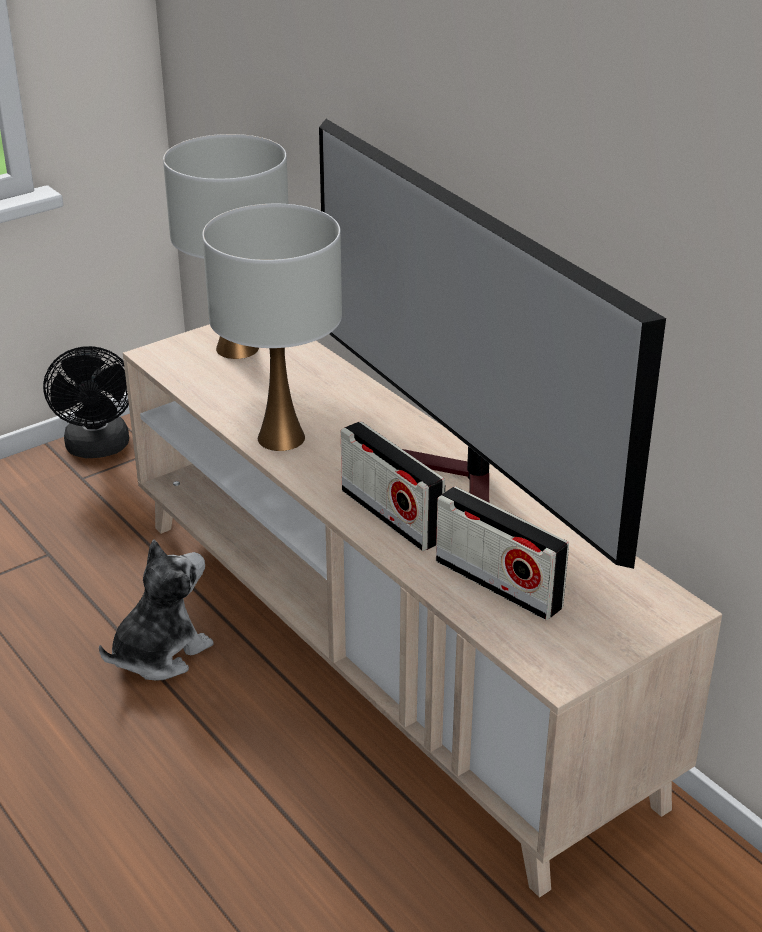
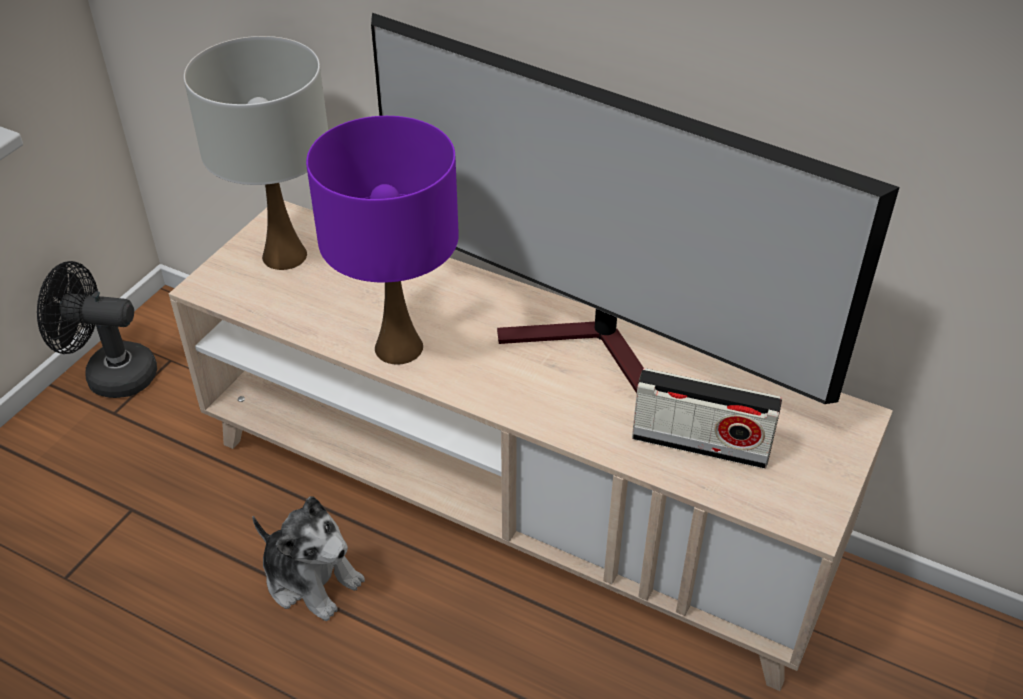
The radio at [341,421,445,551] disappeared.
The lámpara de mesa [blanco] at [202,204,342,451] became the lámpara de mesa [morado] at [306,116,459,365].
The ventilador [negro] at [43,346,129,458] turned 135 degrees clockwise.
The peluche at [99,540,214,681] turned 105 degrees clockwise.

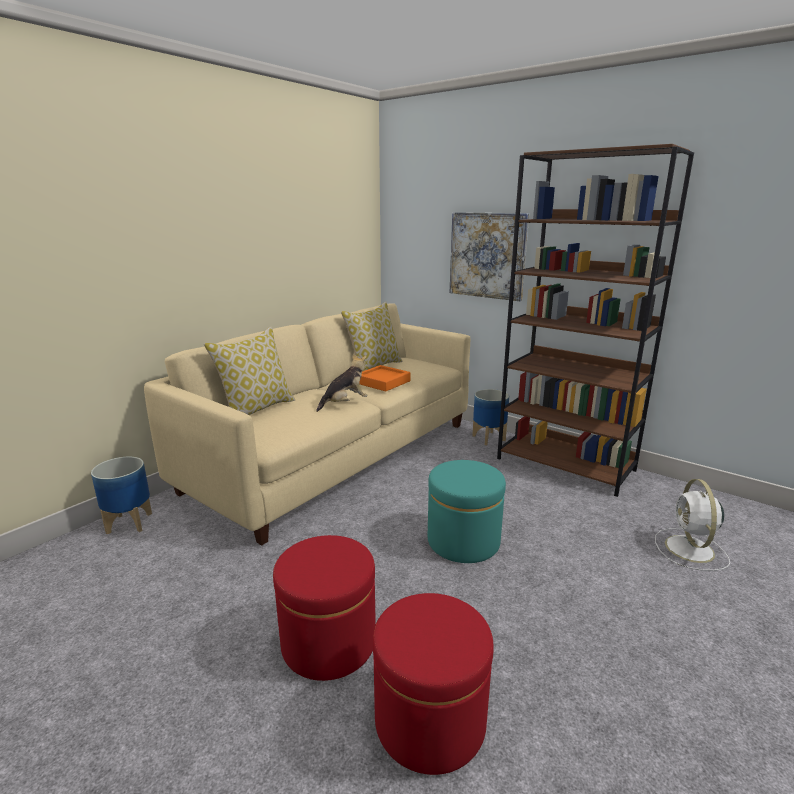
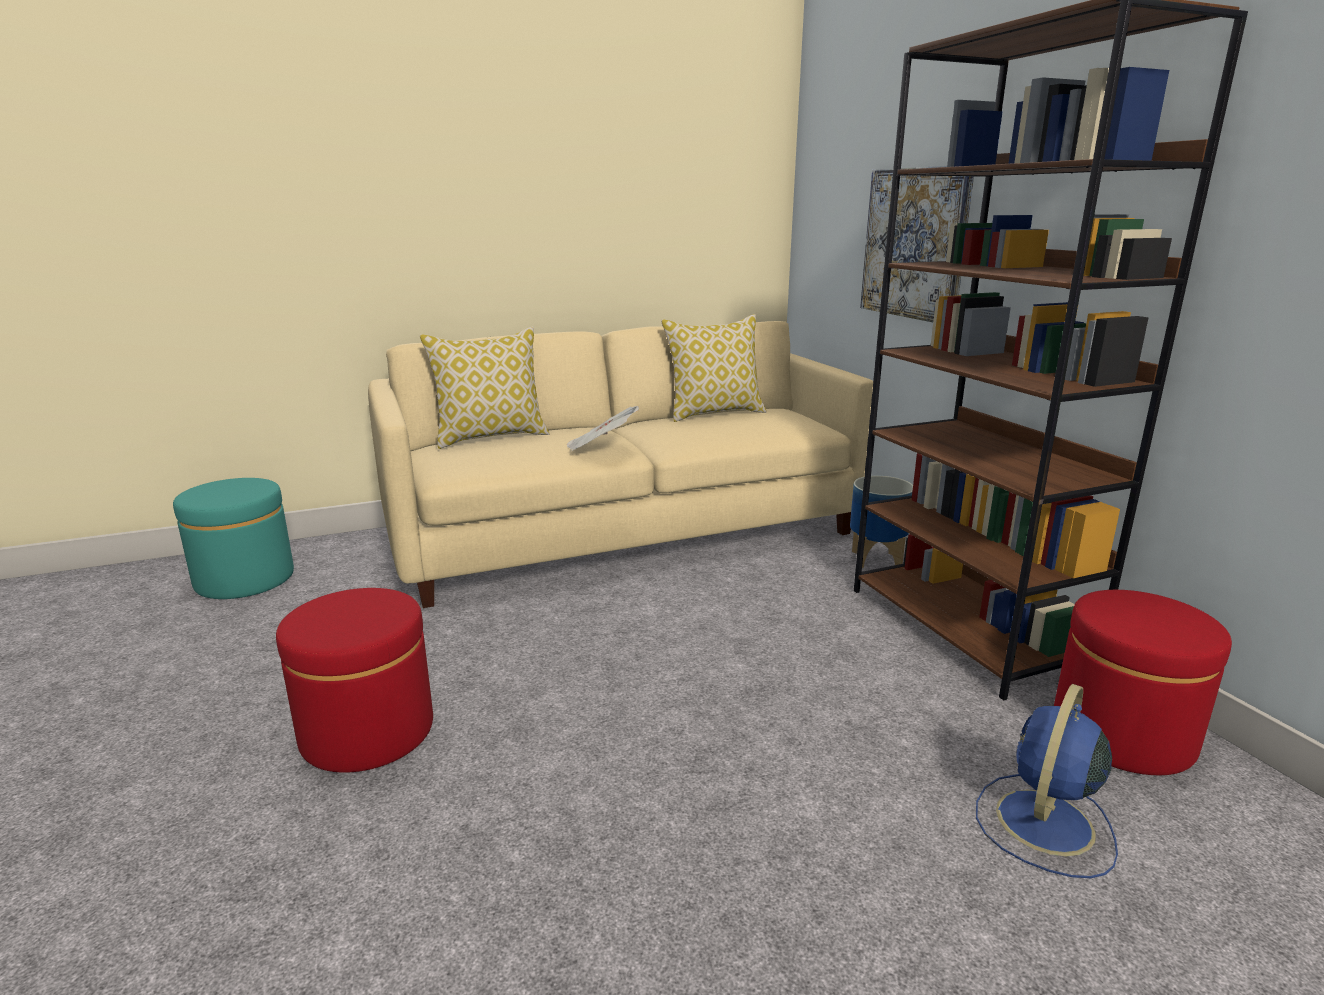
The maceta at [91,457,152,535] disappeared.
The bandeja [naranja] at [359,365,411,391] disappeared.
The puf [rojo] moved from [373,593,494,775] to [1054,590,1232,775].
The puf [turquesa] moved from [428,460,506,563] to [173,478,294,599].
The peluche at [316,354,368,412] was replaced by the periódico at [567,406,639,451].
The ventilador [blanco] at [655,479,730,571] became the ventilador [azul] at [976,684,1118,878].

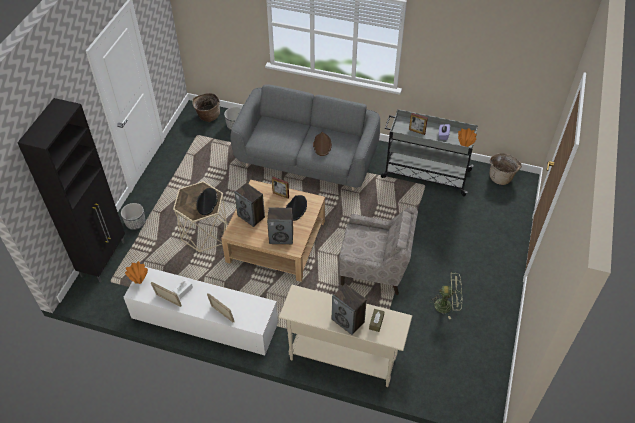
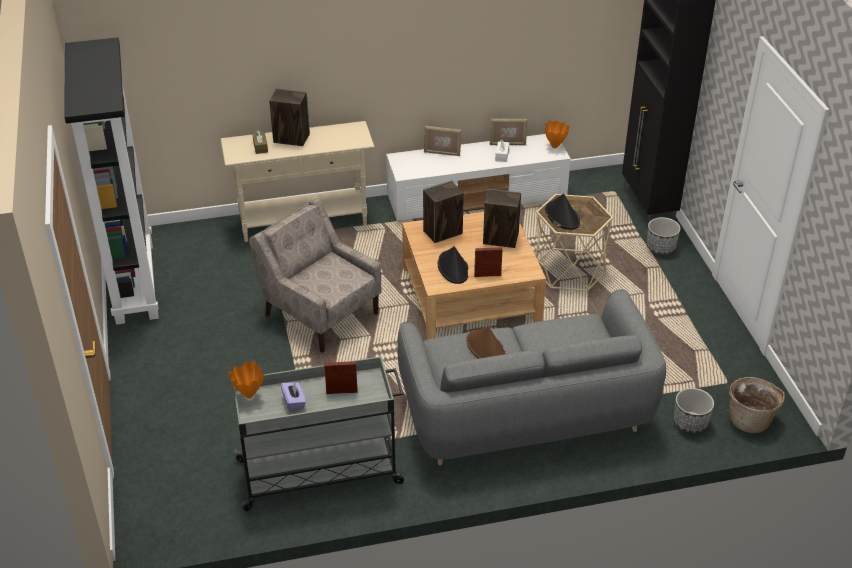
The ventilador [verde] at [429,272,462,319] disappeared.
The cesta at [489,153,522,185] disappeared.
The estantería [negro] at [64,37,159,325] appeared.
The sillón [beis] at [338,207,418,295] turned 60 degrees clockwise.

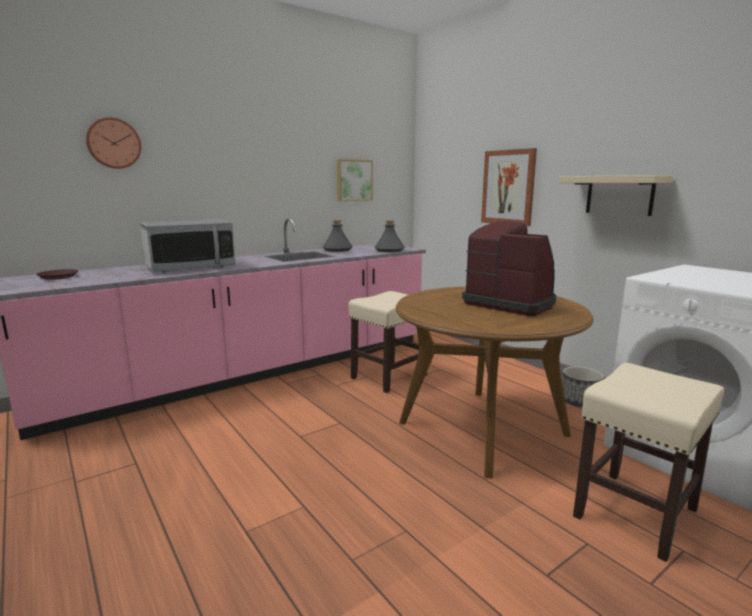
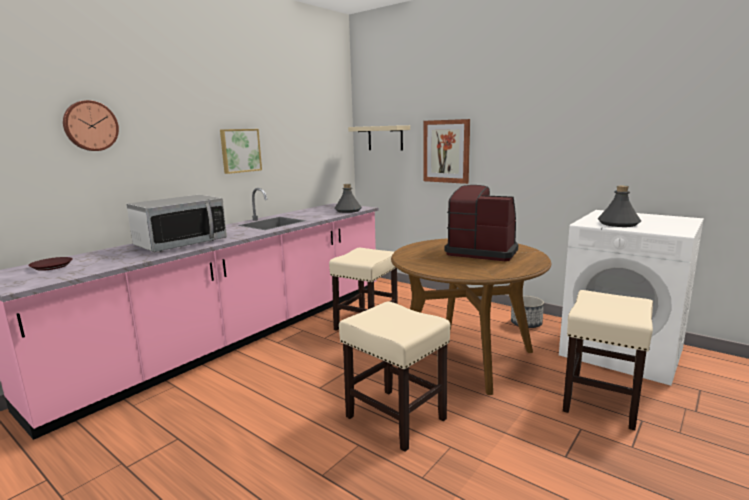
The taburete [beis] at [339,301,450,452] appeared.
The botella [gris] moved from [323,220,353,252] to [597,185,641,227].
The cuadro moved from [337,159,373,201] to [220,129,262,174].
The estante [beis] moved from [559,175,673,216] to [348,125,410,151].

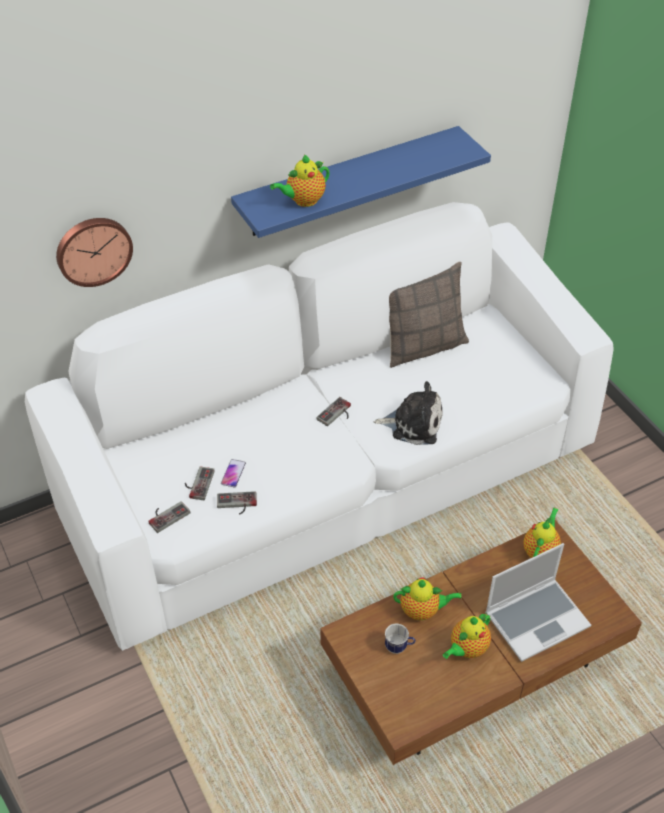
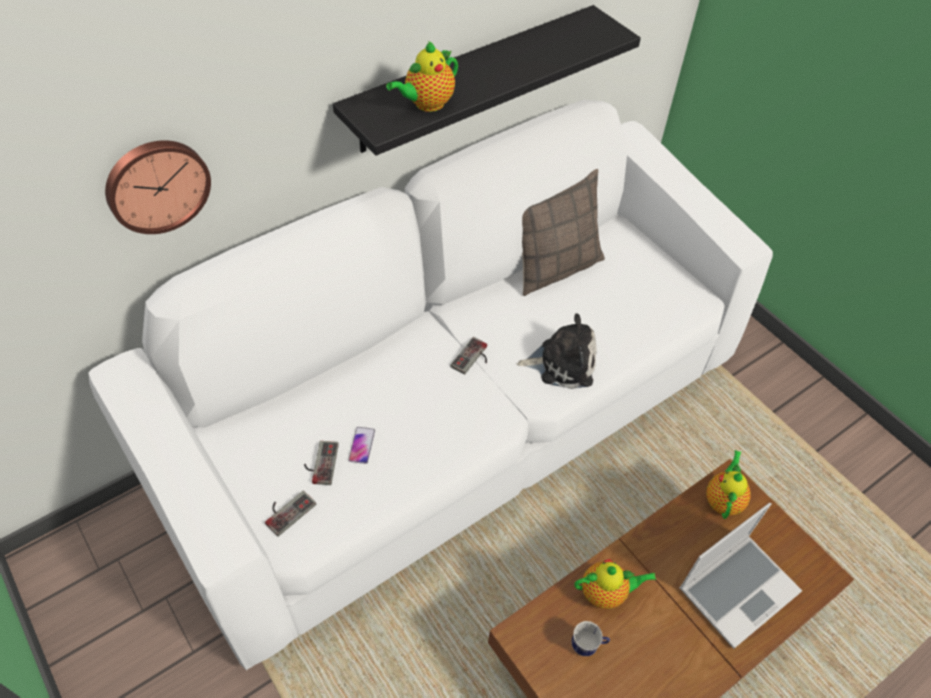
The mando de consola at [217,491,257,515] disappeared.
The tetera at [443,613,491,659] disappeared.
The estante [azul] at [231,126,491,238] became the estante [negro] at [333,5,641,156].

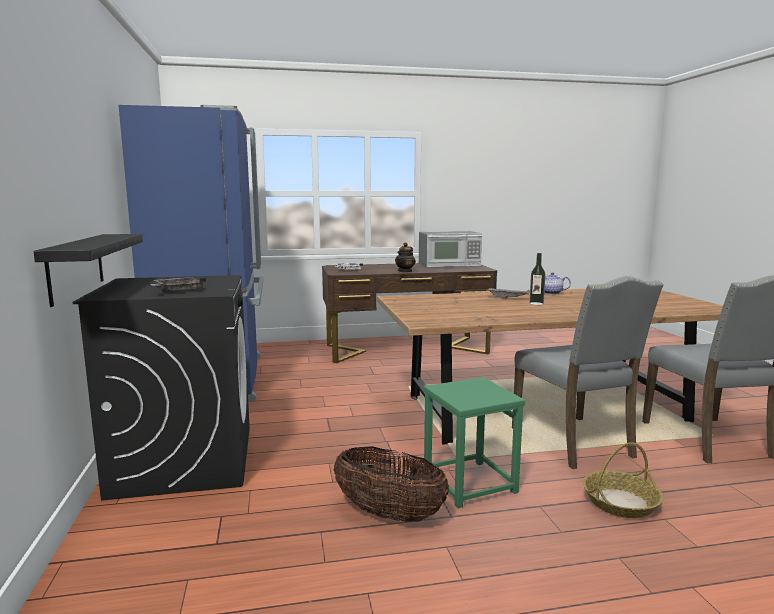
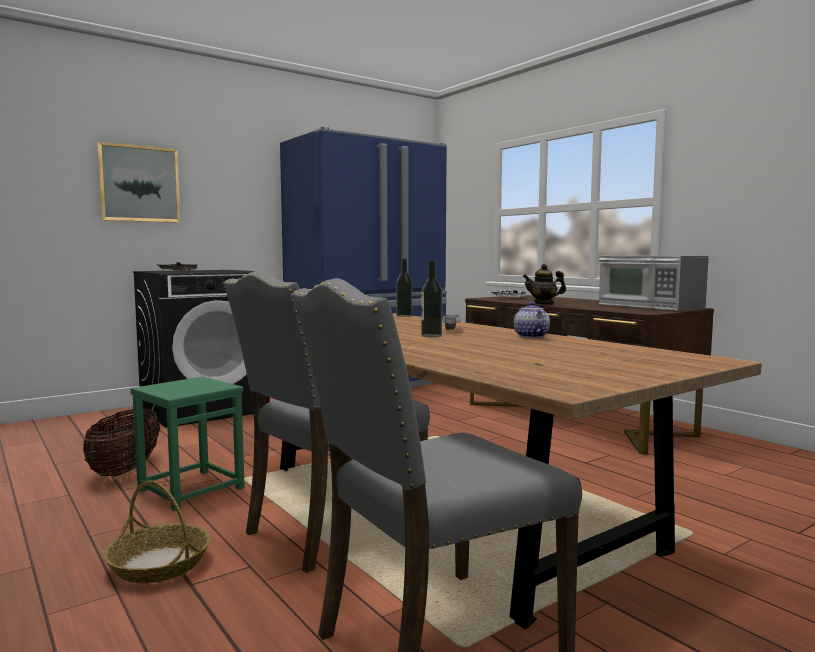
The estante [negro] at [34,234,143,307] disappeared.
The cuadro at [97,142,181,223] appeared.
The botella at [397,259,412,317] appeared.

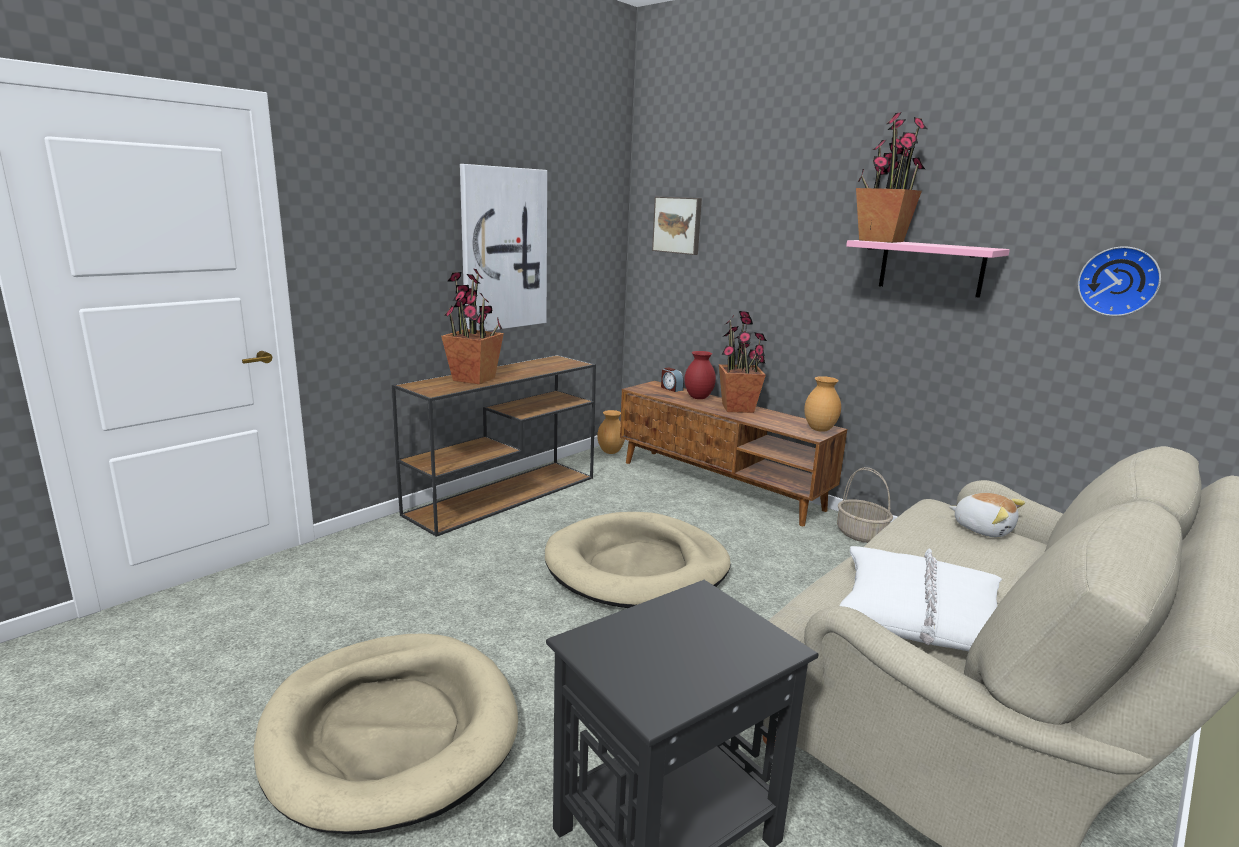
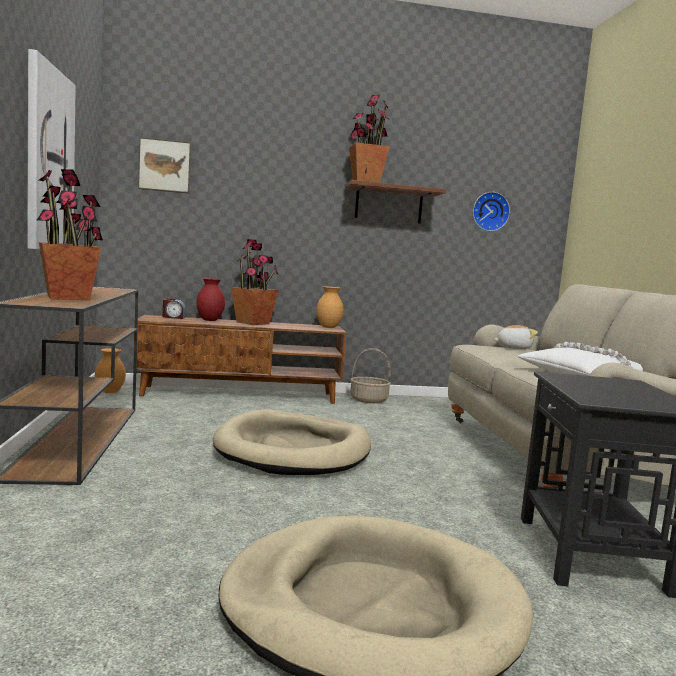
The estante [rosa] at [846,240,1010,298] became the estante [marrón] at [345,180,446,223].

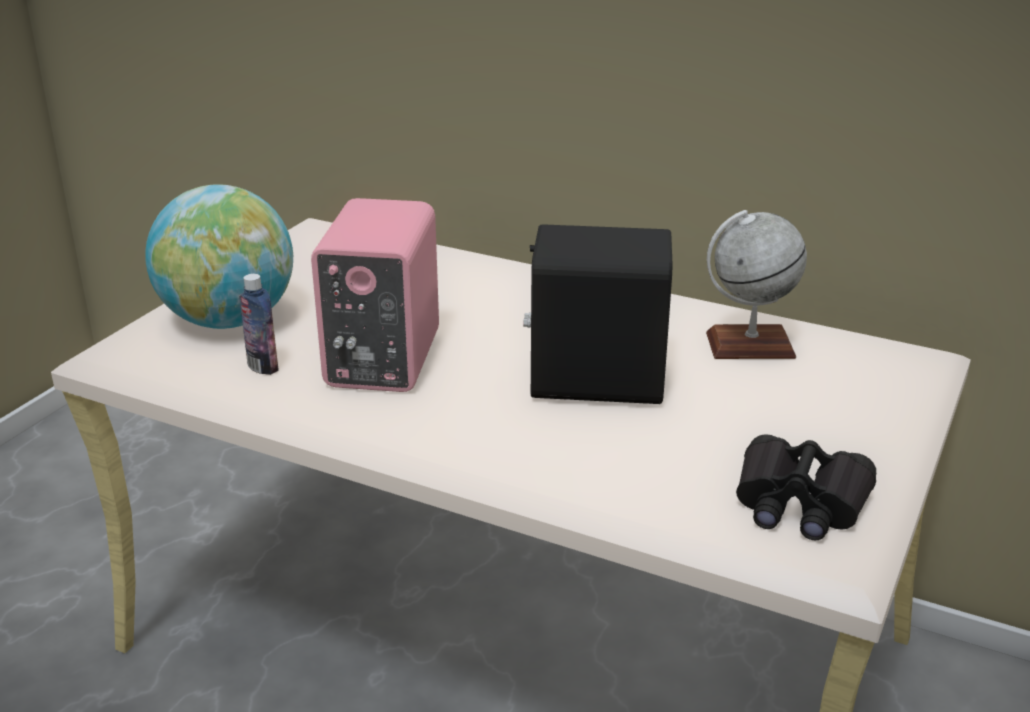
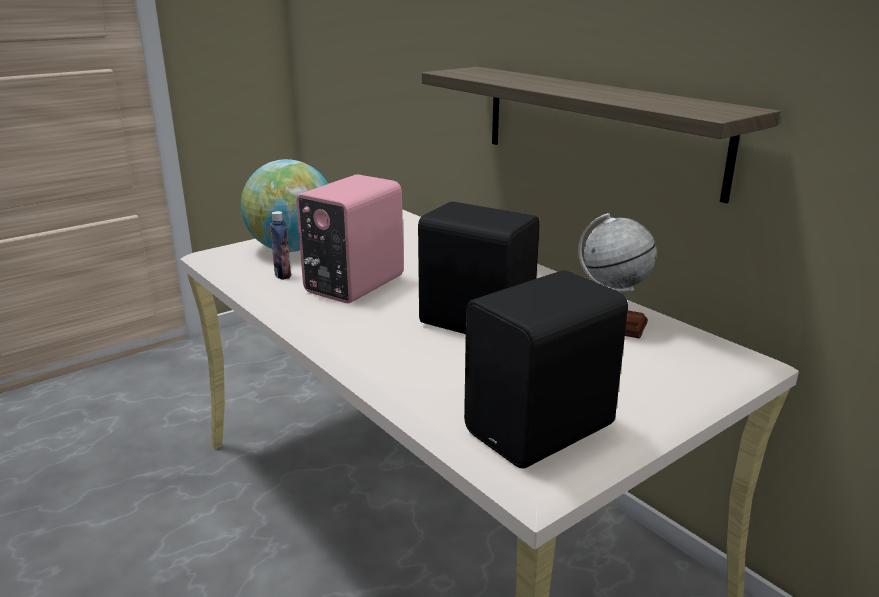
The estante at [422,67,780,204] appeared.
The prismáticos [negro] at [736,434,876,541] was replaced by the altavoz [negro] at [464,270,628,468].

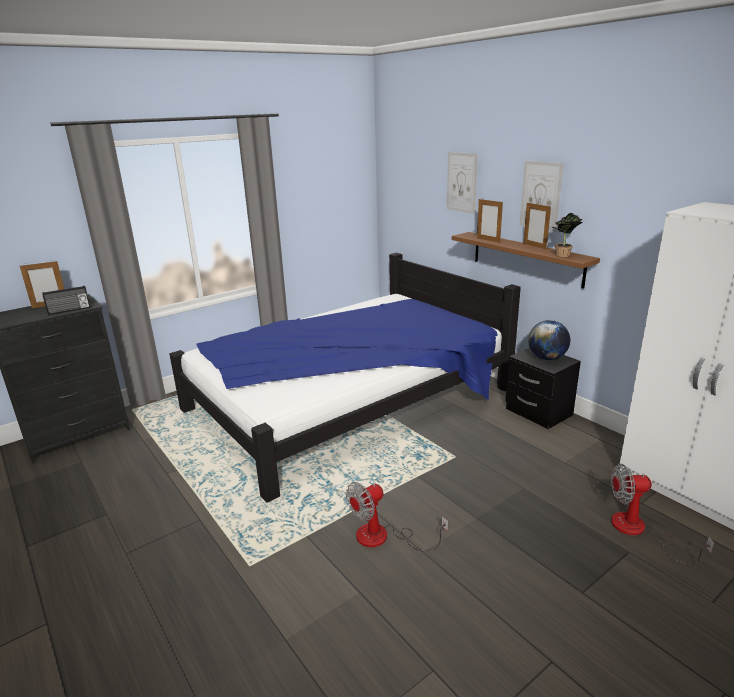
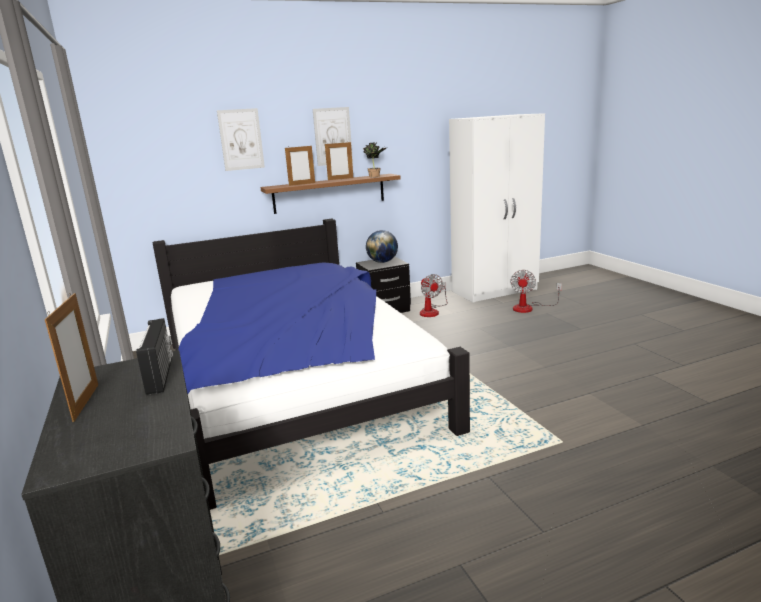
The ventilador moved from [346,482,448,551] to [420,274,448,317].

